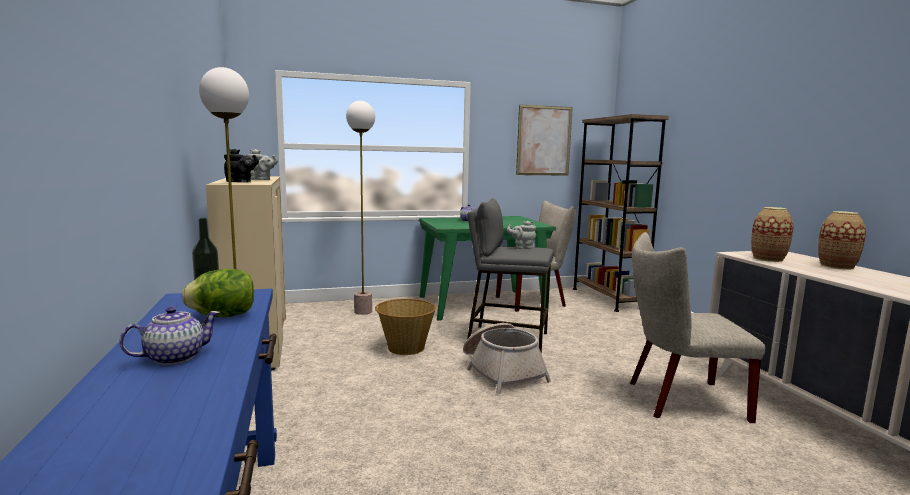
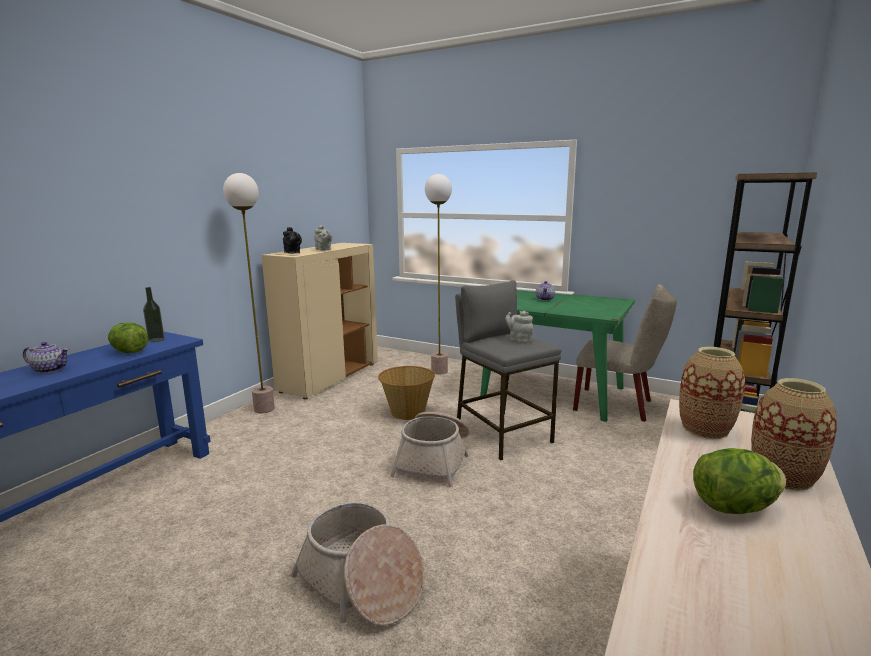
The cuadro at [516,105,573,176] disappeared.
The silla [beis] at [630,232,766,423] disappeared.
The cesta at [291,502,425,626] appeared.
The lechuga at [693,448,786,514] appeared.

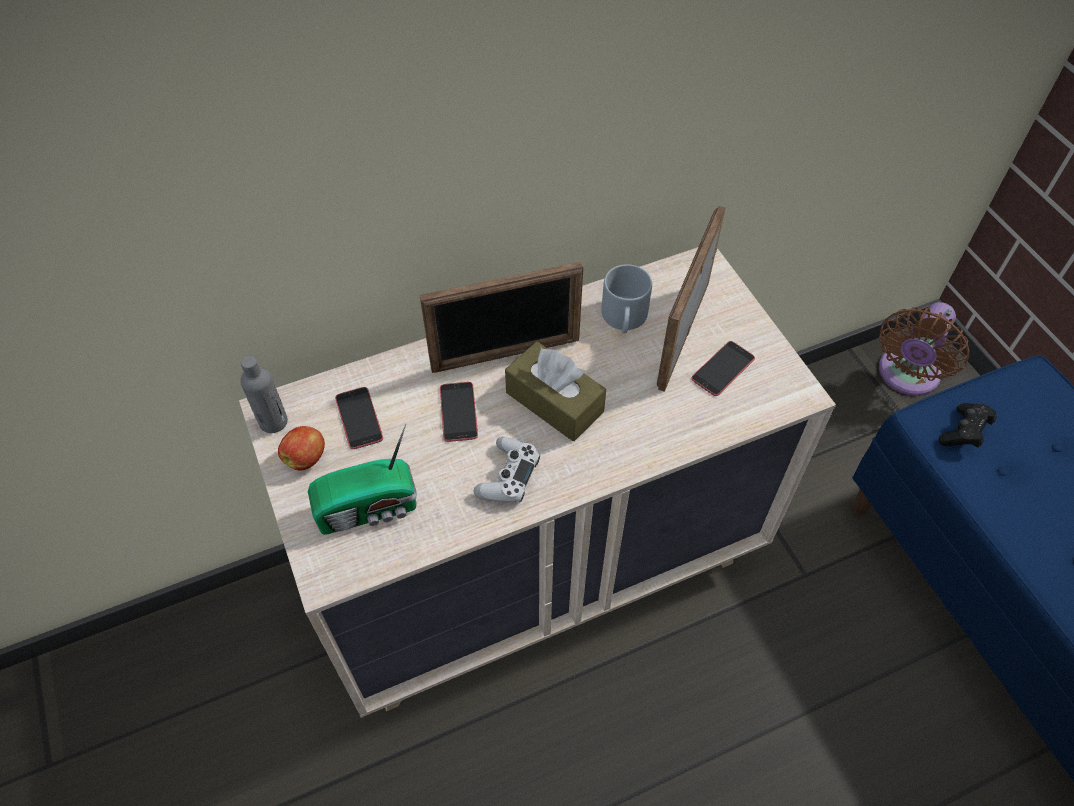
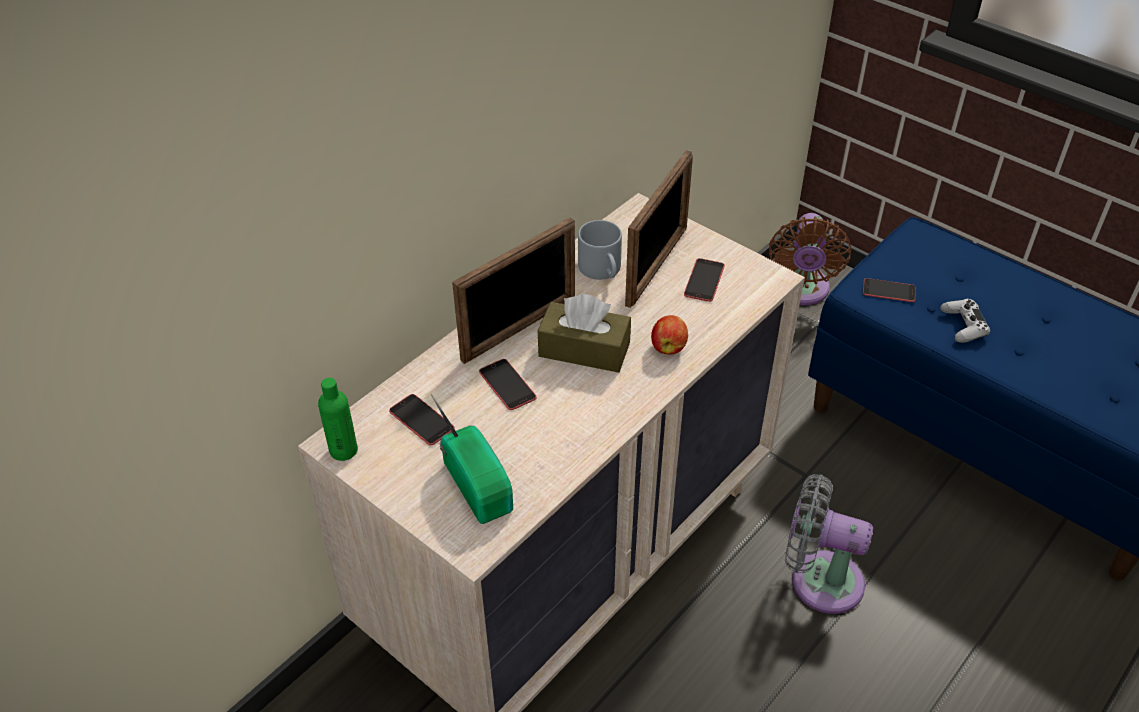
The ventilador [gris] at [785,474,873,614] appeared.
The manzana moved from [278,426,325,471] to [651,315,688,355].
The mando de consola [blanco] moved from [473,437,540,502] to [940,299,990,343].
The mando de consola [negro] at [939,403,997,448] was replaced by the móvil at [863,278,916,302].
The botella [gris] at [240,356,288,433] became the botella [verde] at [318,378,358,461].
The radio at [308,424,417,535] turned 75 degrees counterclockwise.
The portarretratos at [657,206,726,392] turned 150 degrees counterclockwise.

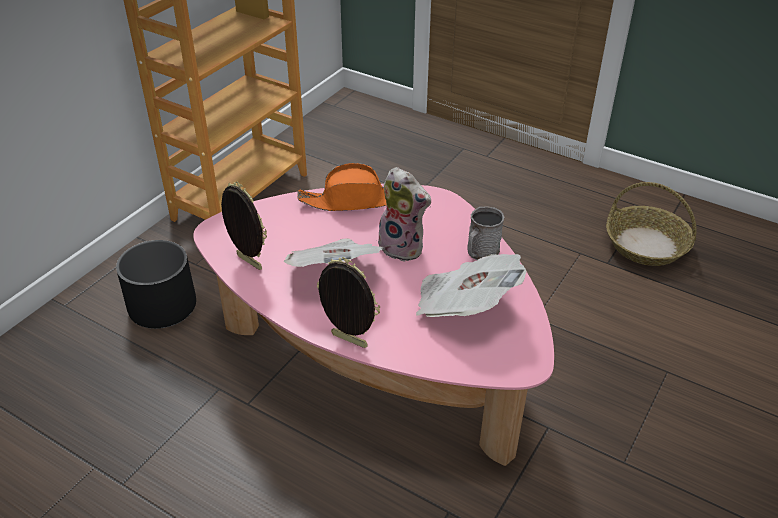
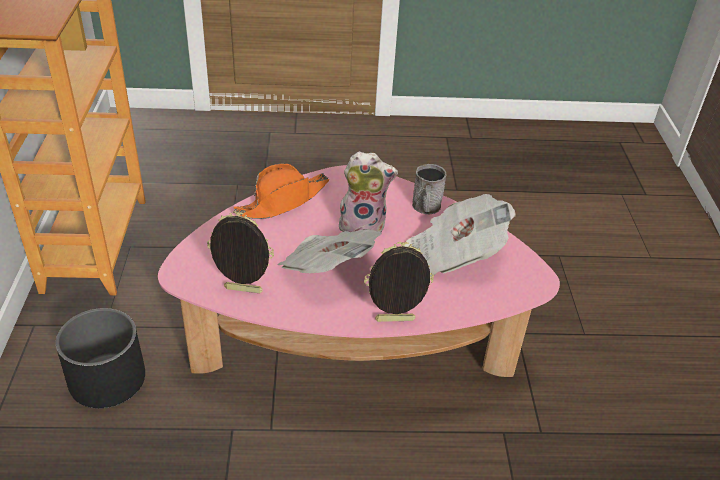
The cesta at [606,182,696,266] disappeared.

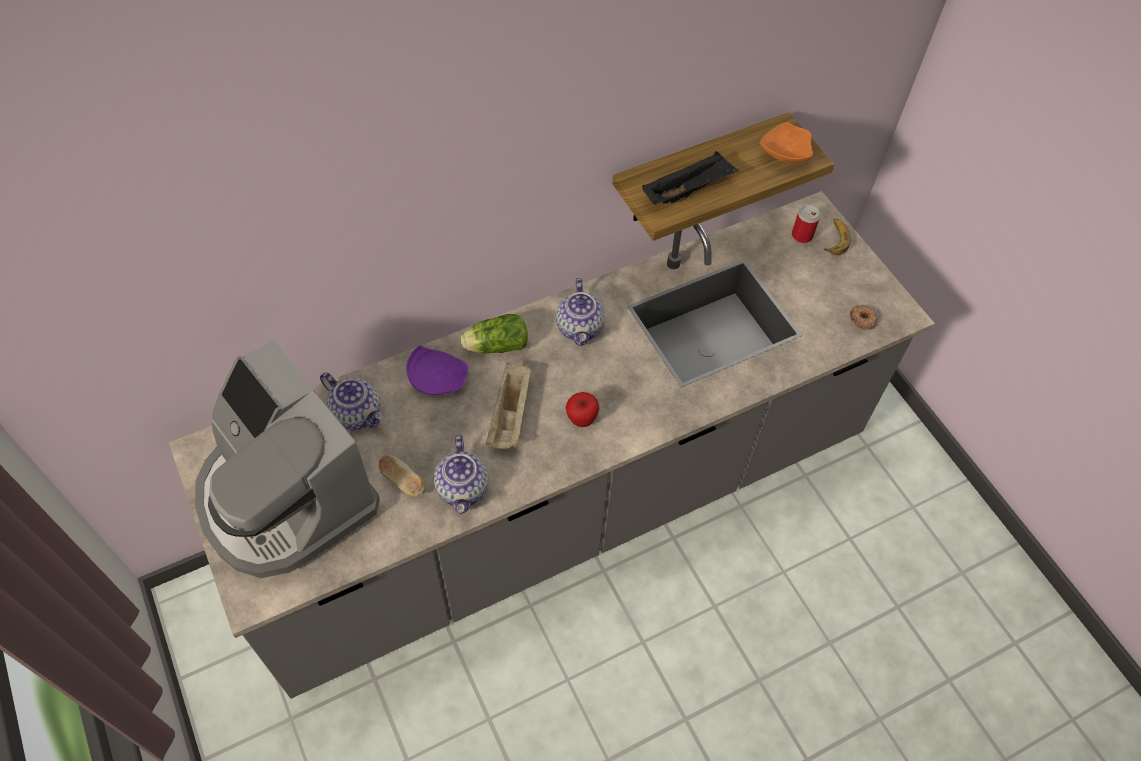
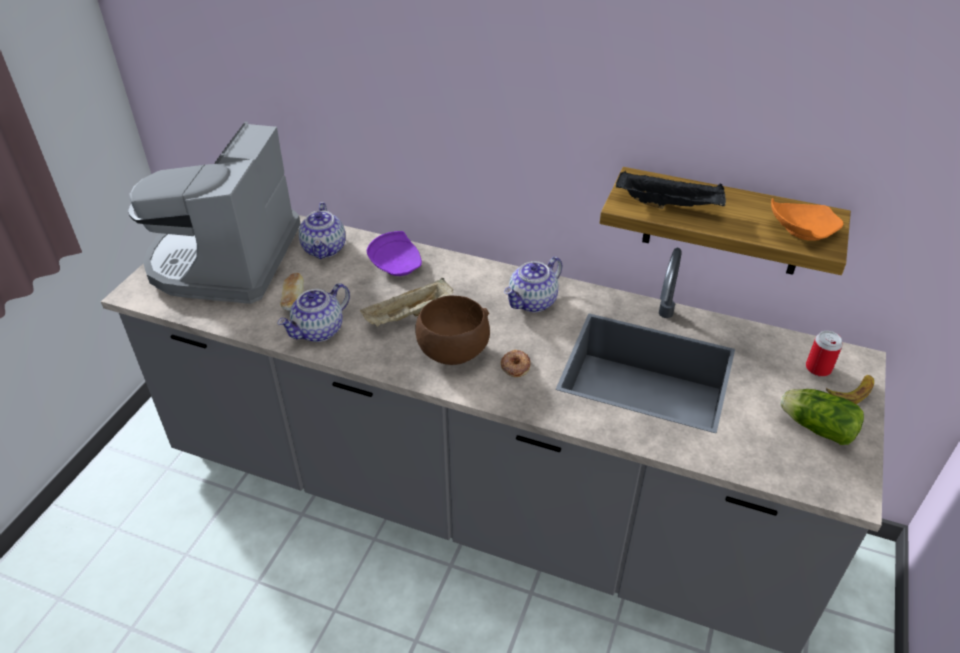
The lechuga moved from [461,314,528,353] to [780,389,864,445].
The rosquilla moved from [849,305,878,330] to [501,350,531,377].
The manzana at [565,392,600,427] was replaced by the cuenco [marrón] at [415,296,490,365].

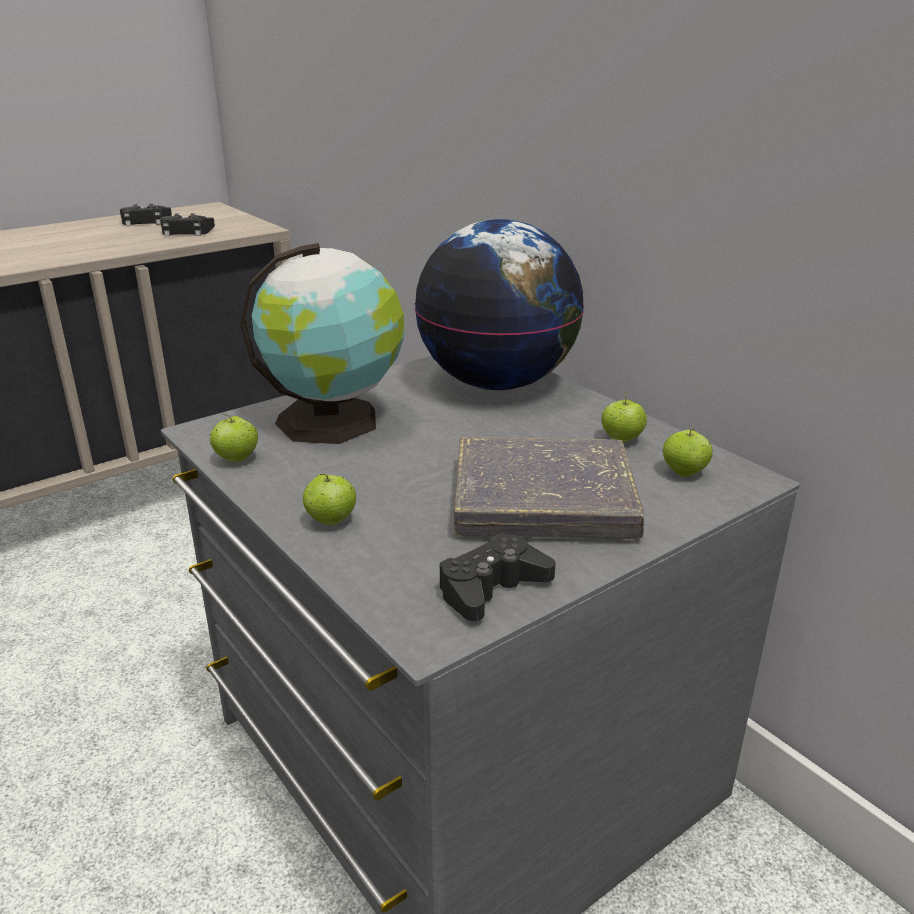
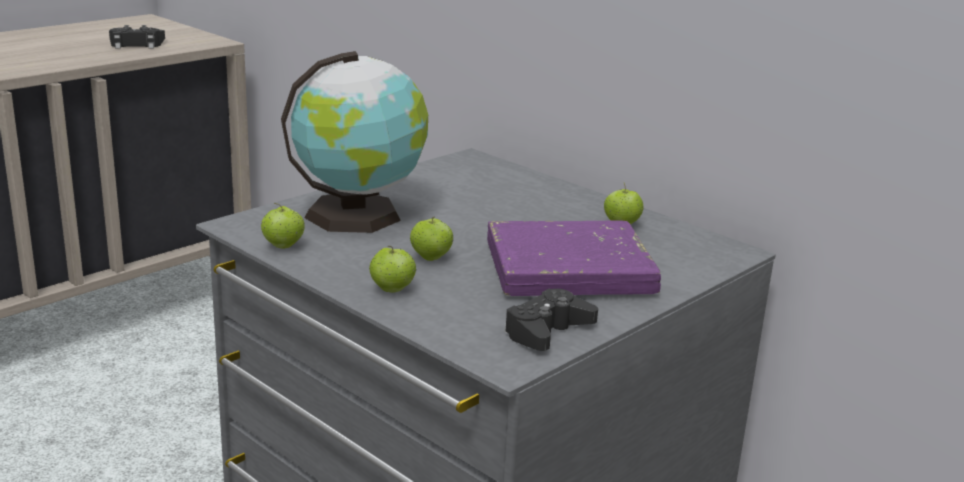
The mando de consola [negro] at [120,203,172,226] disappeared.
The globo terráqueo at [415,219,584,390] disappeared.
The manzana moved from [662,429,713,477] to [410,217,453,261].
The libro [gris] at [454,437,644,539] became the libro [morado] at [487,220,661,296].

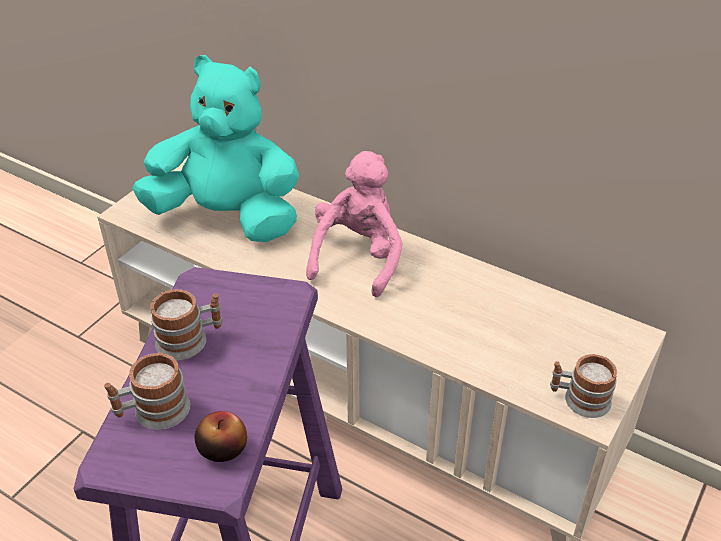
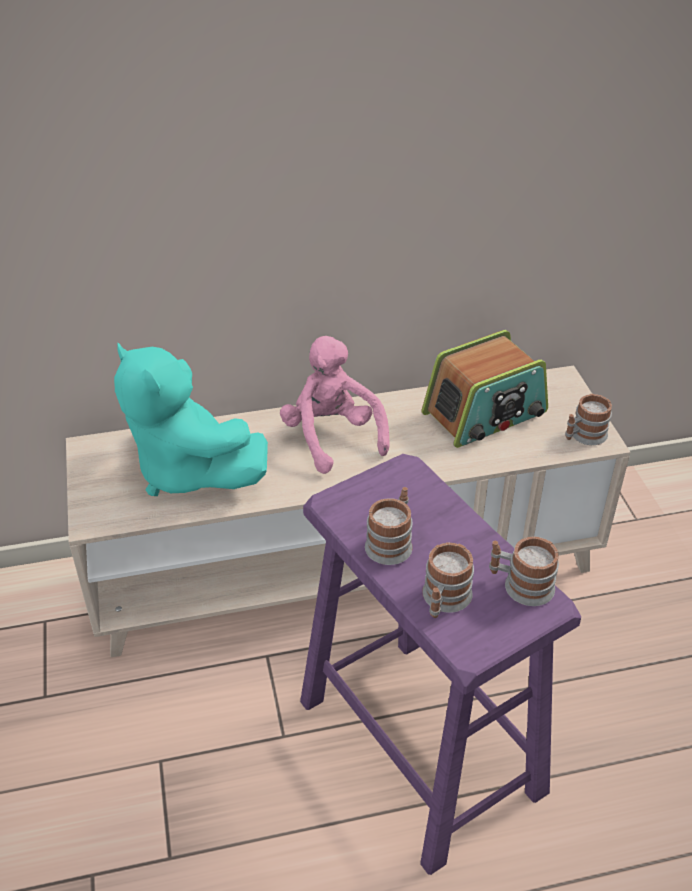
The radio at [421,330,548,448] appeared.
The manzana at [195,411,247,462] was replaced by the taza grande at [489,536,559,606].
The peluche [turquesa] at [132,55,299,242] turned 105 degrees counterclockwise.

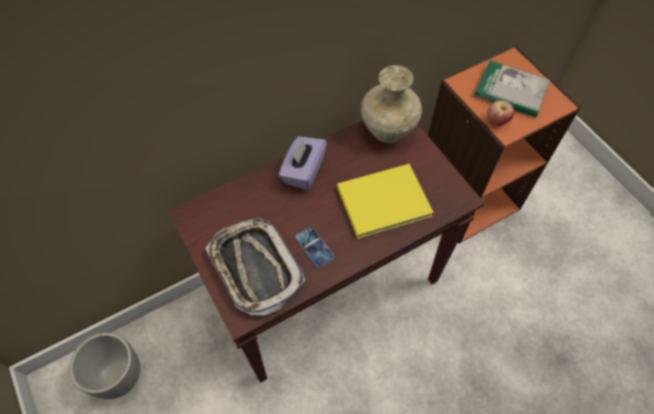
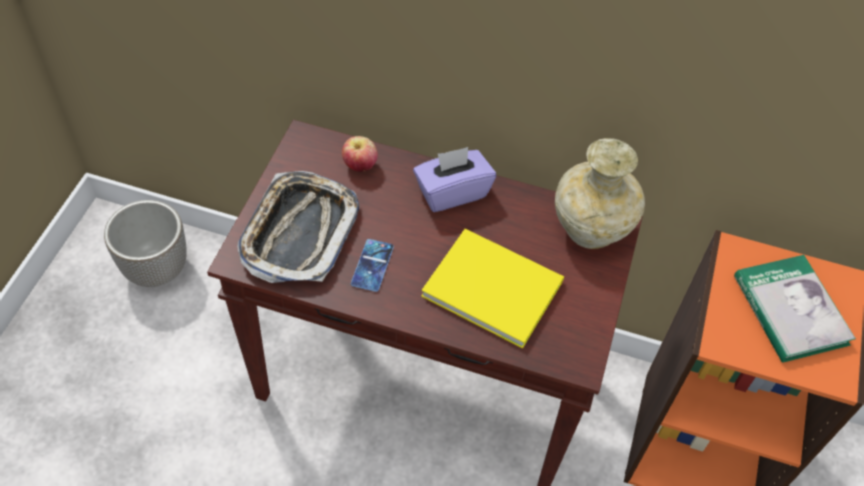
The manzana moved from [487,100,514,126] to [342,136,378,172].

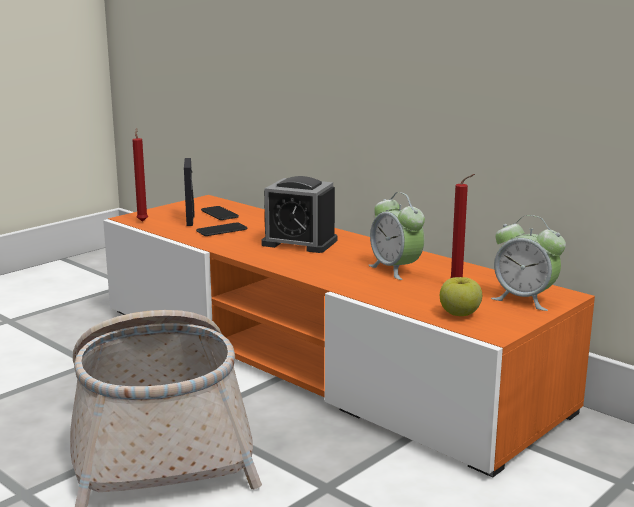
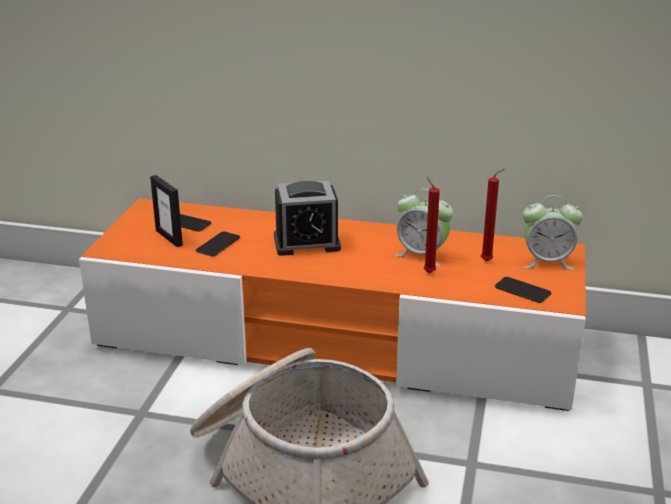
The vela [rojo] moved from [132,128,148,222] to [424,177,440,273].
The manzana at [440,277,482,316] was replaced by the móvil at [495,277,552,303].

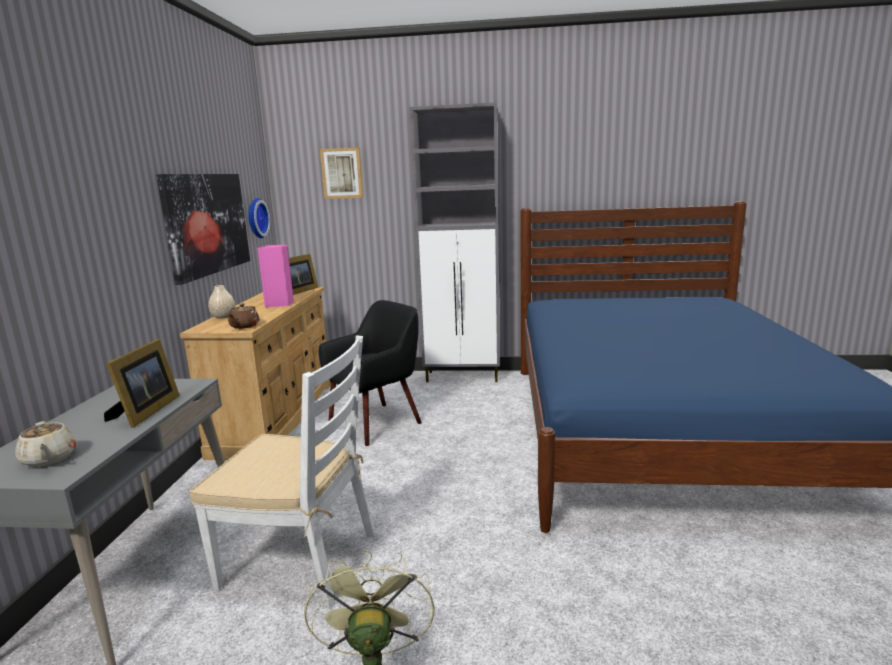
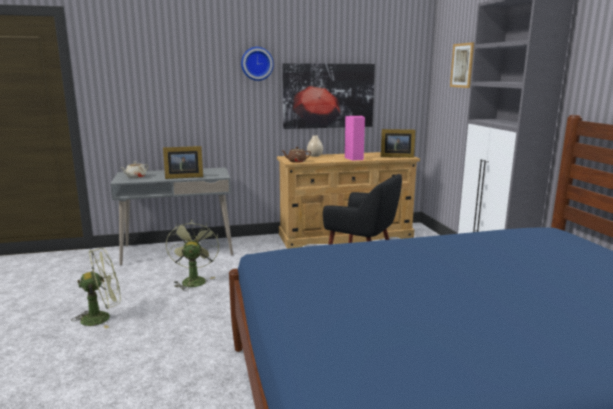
The reloj de pared moved from [248,198,270,238] to [241,47,274,81].
The silla [blanco] at [189,335,374,608] was replaced by the ventilador [verde] at [166,220,219,291].

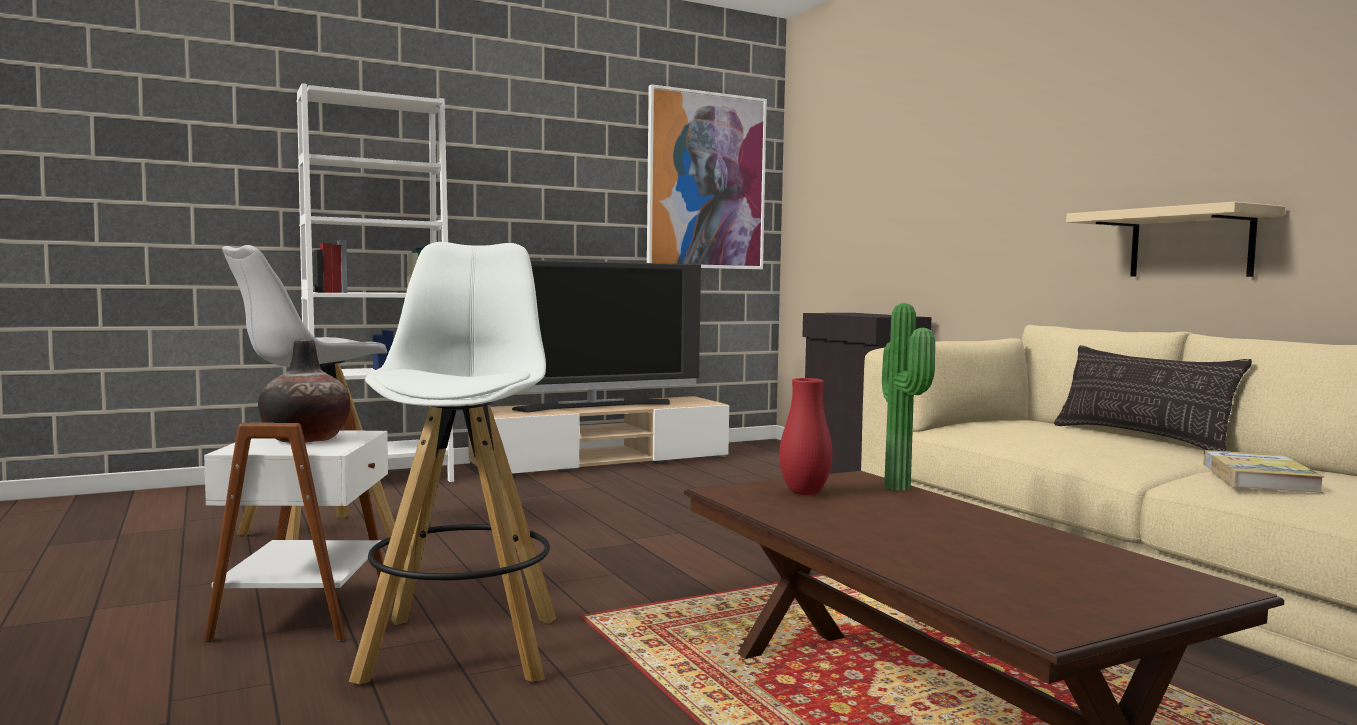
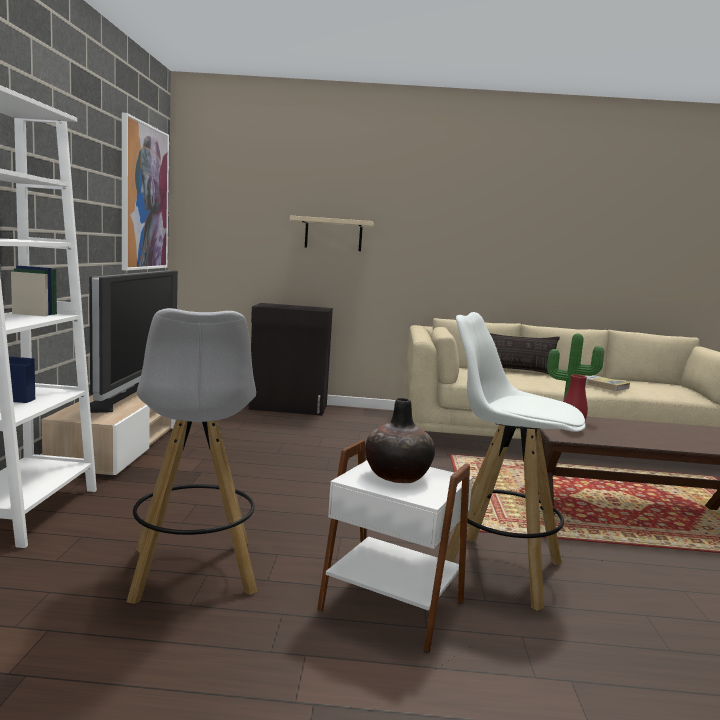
The estante [beis] moved from [1066,202,1285,277] to [290,215,374,251].

